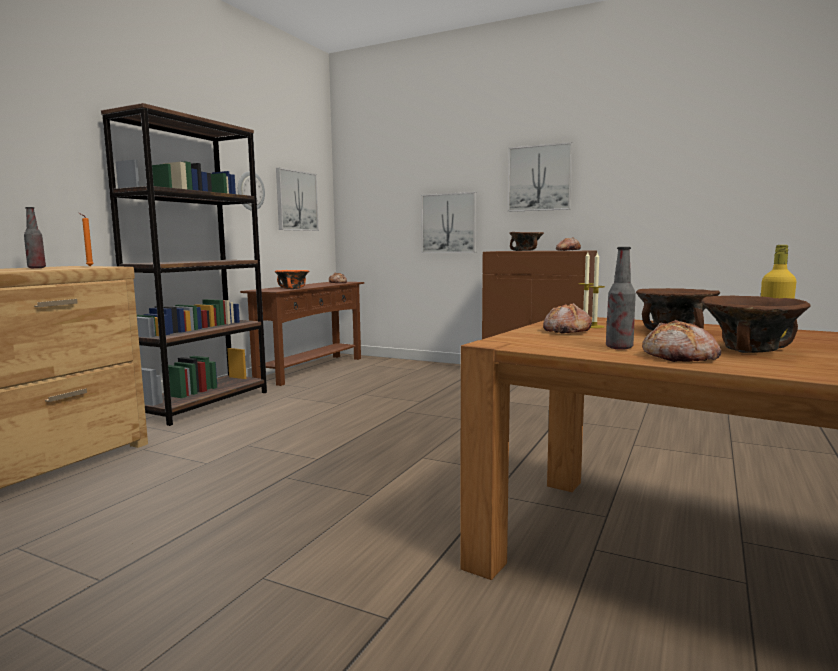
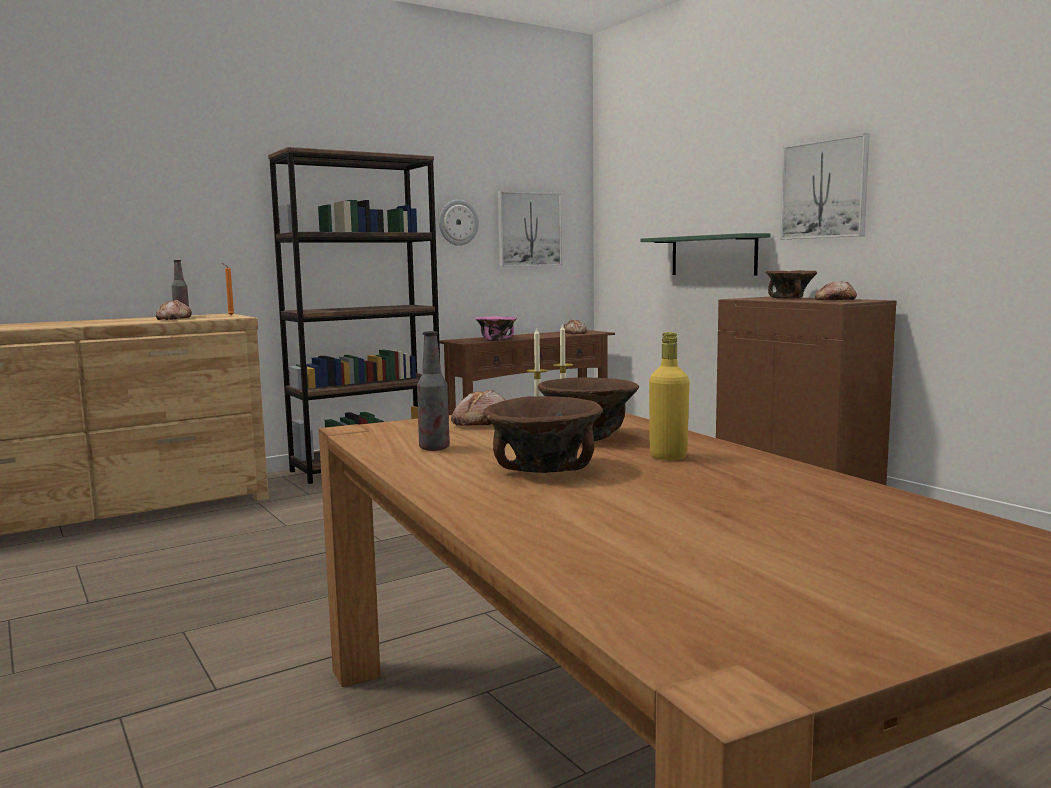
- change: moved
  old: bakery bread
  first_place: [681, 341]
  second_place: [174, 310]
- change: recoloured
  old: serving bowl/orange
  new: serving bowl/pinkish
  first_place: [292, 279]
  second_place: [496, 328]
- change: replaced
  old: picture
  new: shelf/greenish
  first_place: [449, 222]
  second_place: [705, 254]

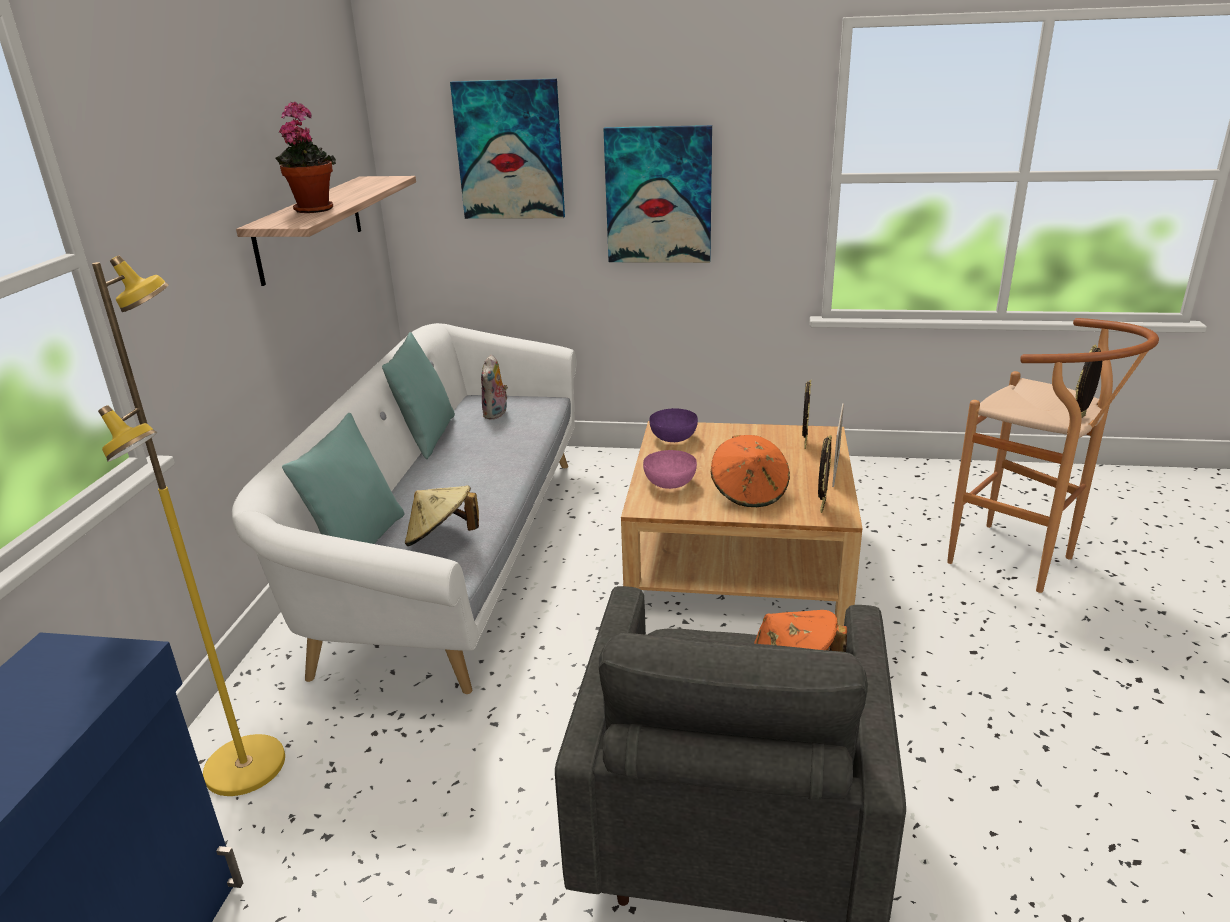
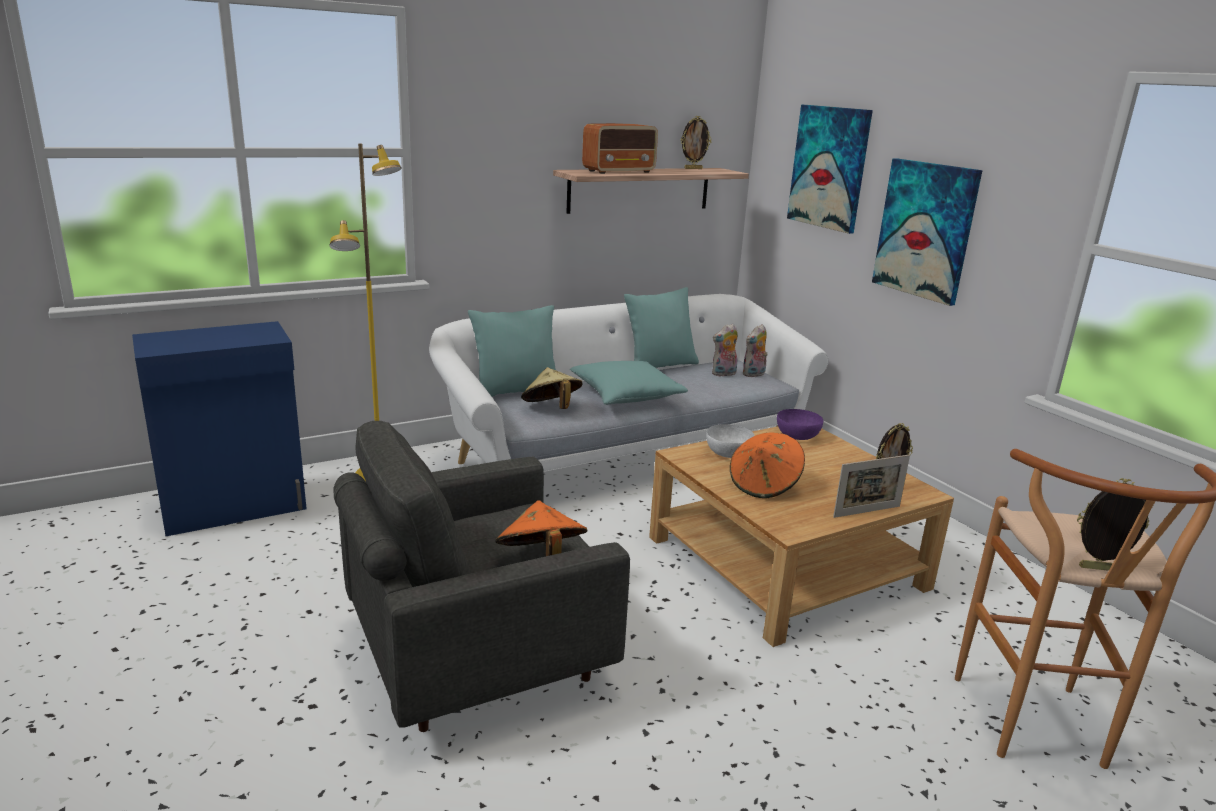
- change: added
  new: pillow/turquoise
  second_place: [629, 383]
- change: replaced
  old: houseplant
  new: radio receiver
  first_place: [305, 157]
  second_place: [620, 148]
- change: moved
  old: standing frame
  first_place: [825, 474]
  second_place: [696, 142]
- change: recoloured
  old: serving bowl/pinkish
  new: serving bowl/white-coloured
  first_place: [670, 469]
  second_place: [730, 441]
- change: added
  new: soft toy
  second_place: [755, 350]

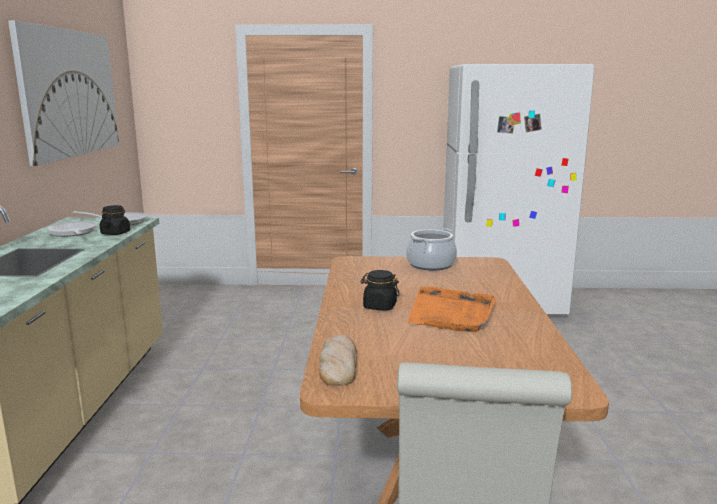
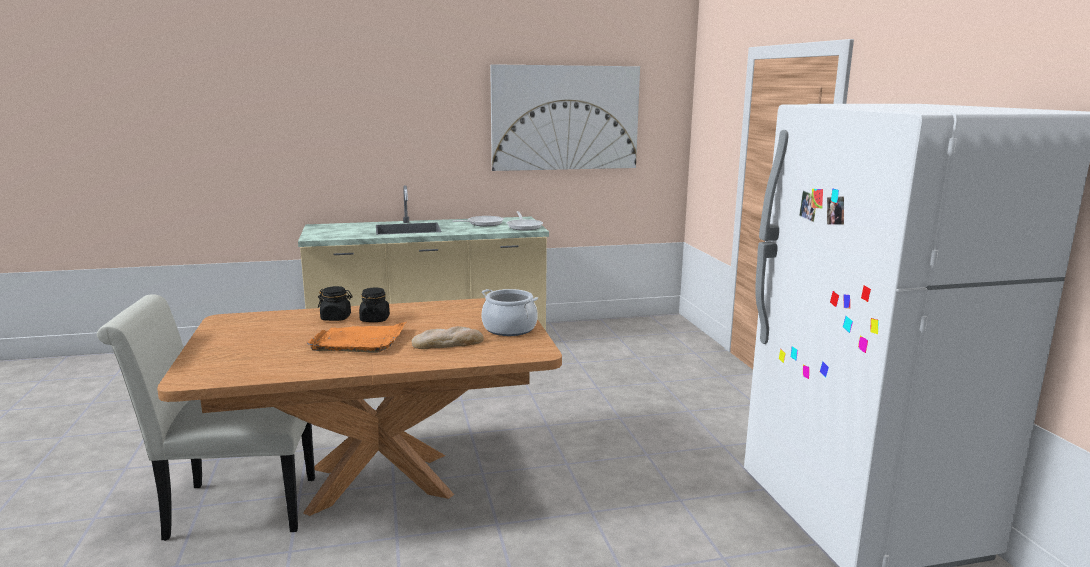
- change: moved
  old: storage jar/black
  first_place: [115, 220]
  second_place: [335, 303]
- change: moved
  old: bakery bread
  first_place: [338, 360]
  second_place: [448, 337]

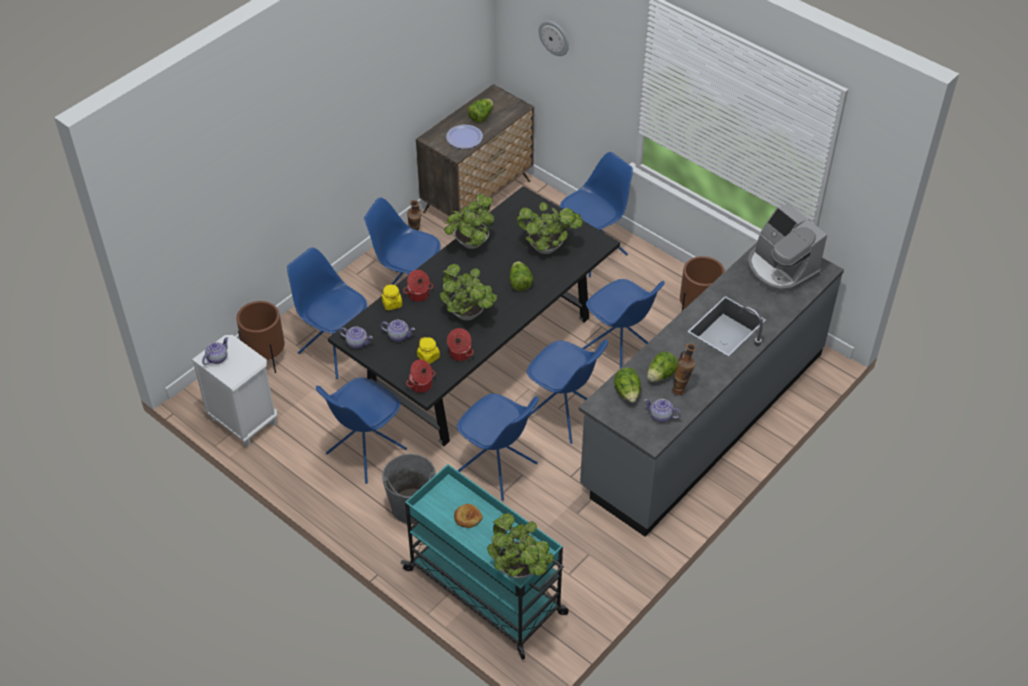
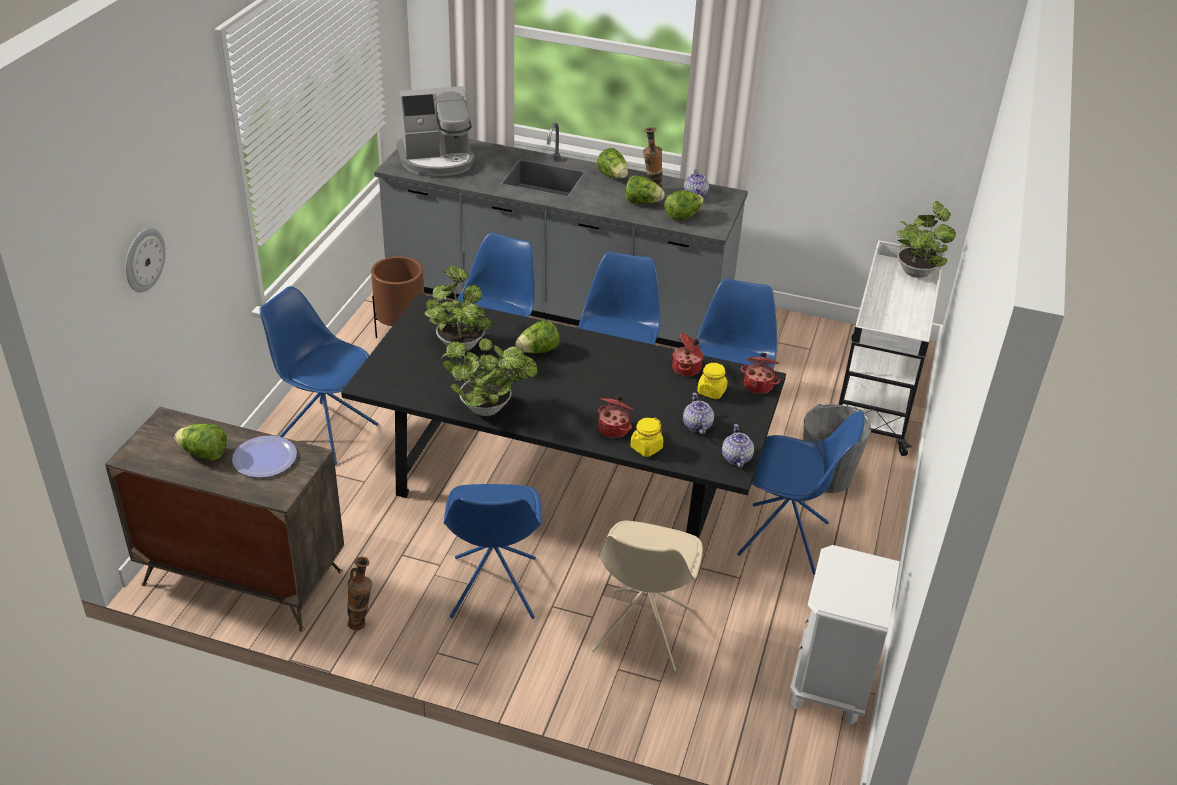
- change: turned
  old: coffee brewer
  first_place: [787, 248]
  second_place: [435, 131]
  degrees: 45
- change: recoloured
  old: upright chair/bluish
  new: upright chair/beige
  first_place: [327, 313]
  second_place: [647, 596]
- change: added
  new: lettuce head
  second_place: [612, 163]
- change: recoloured
  old: trolley/turquoise
  new: trolley/white-coloured
  first_place: [485, 562]
  second_place: [891, 348]
- change: removed
  old: tea pot
  first_place: [215, 351]
- change: removed
  old: planter/brown-coloured
  first_place: [260, 337]
- change: removed
  old: houseplant
  first_place: [468, 292]
- change: removed
  old: bakery bread
  first_place: [468, 516]

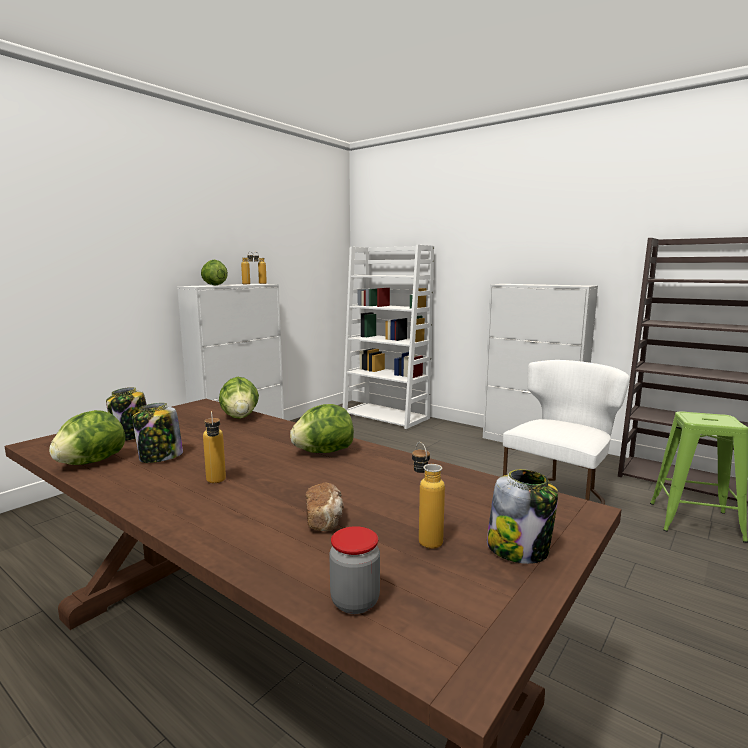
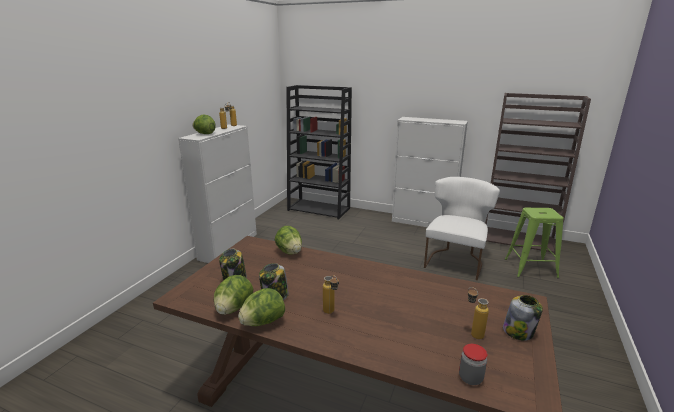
- change: moved
  old: lettuce head
  first_place: [322, 428]
  second_place: [261, 307]
- change: recoloured
  old: bookcase/white-coloured
  new: bookcase/black
  first_place: [388, 337]
  second_place: [319, 152]
- change: removed
  old: bakery bread
  first_place: [325, 507]

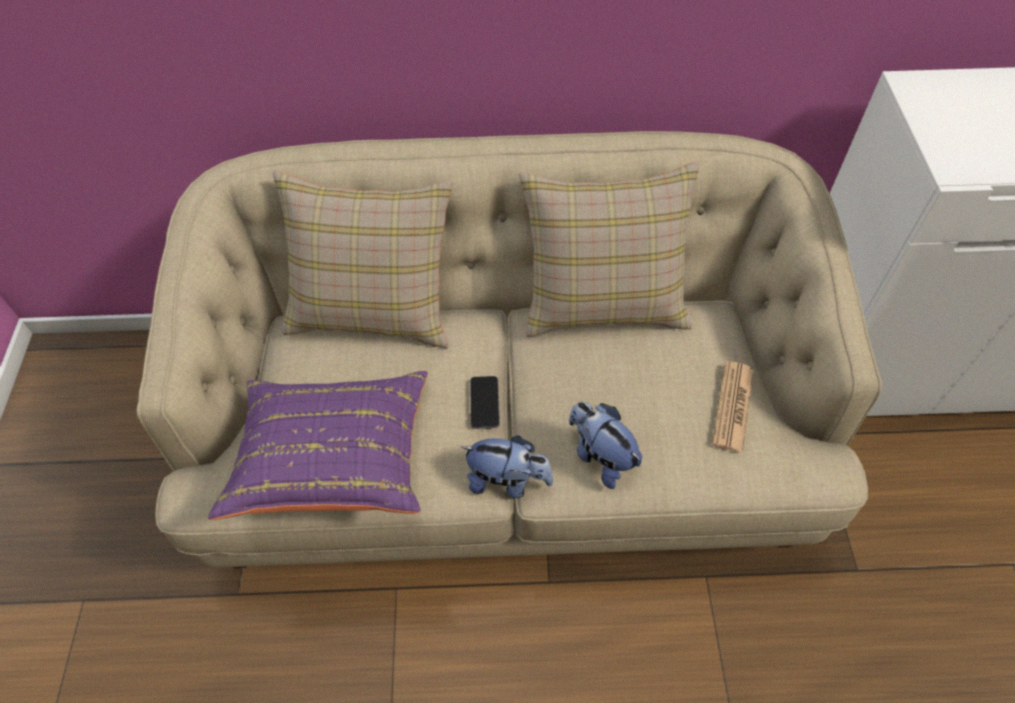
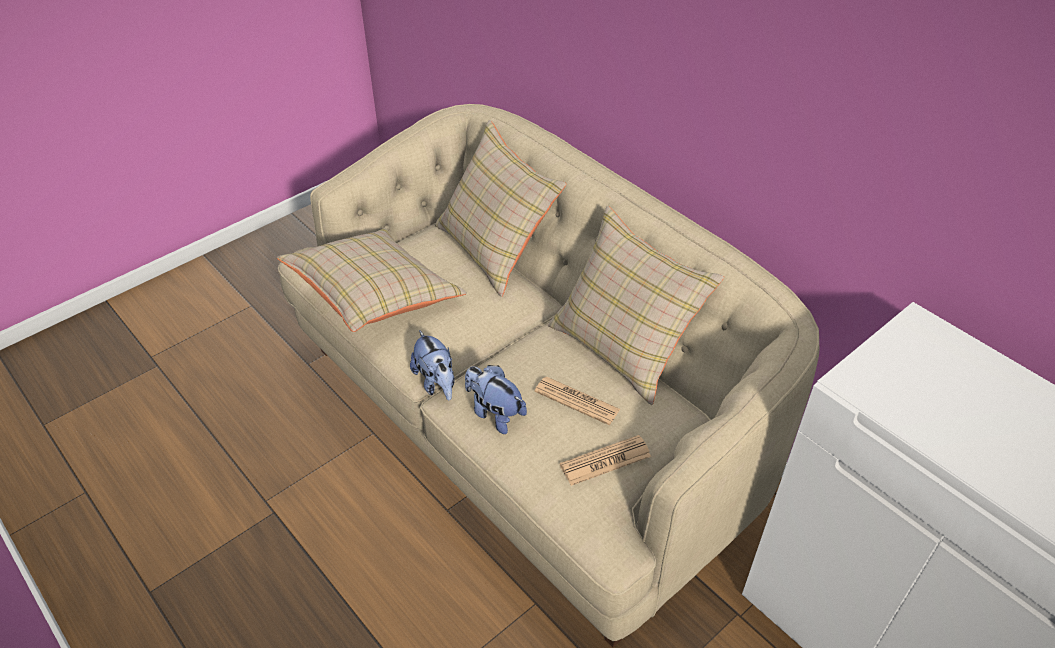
- change: recoloured
  old: pillow/purple-coloured
  new: pillow/beige
  first_place: [318, 445]
  second_place: [372, 280]
- change: turned
  old: soft toy
  first_place: [605, 445]
  second_place: [496, 399]
  degrees: -60
- change: added
  new: newspaper
  second_place: [577, 401]
- change: removed
  old: phone
  first_place: [485, 402]

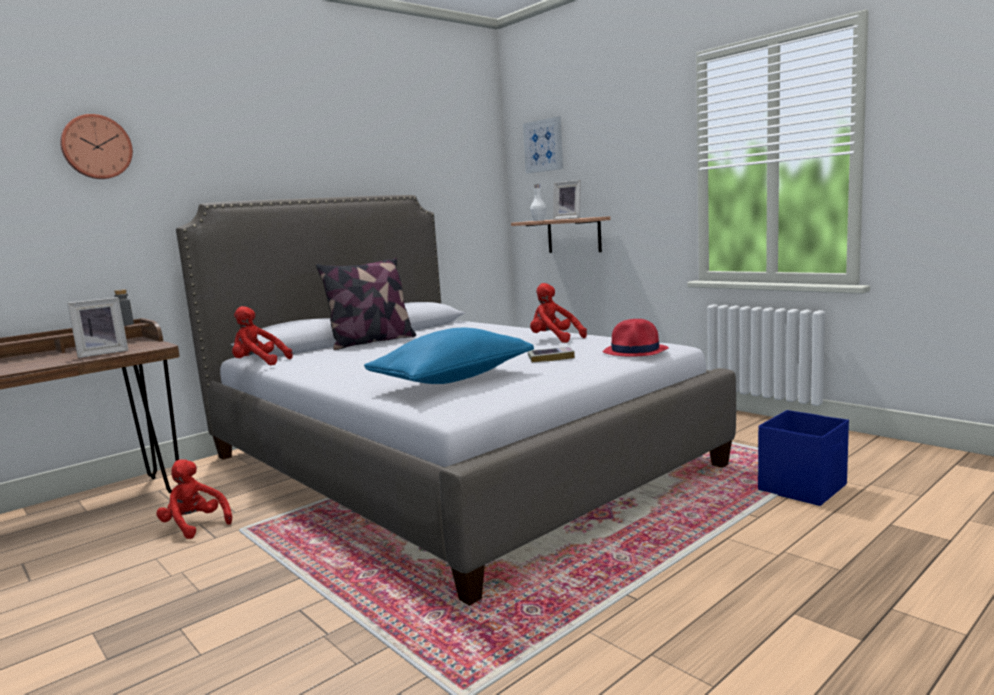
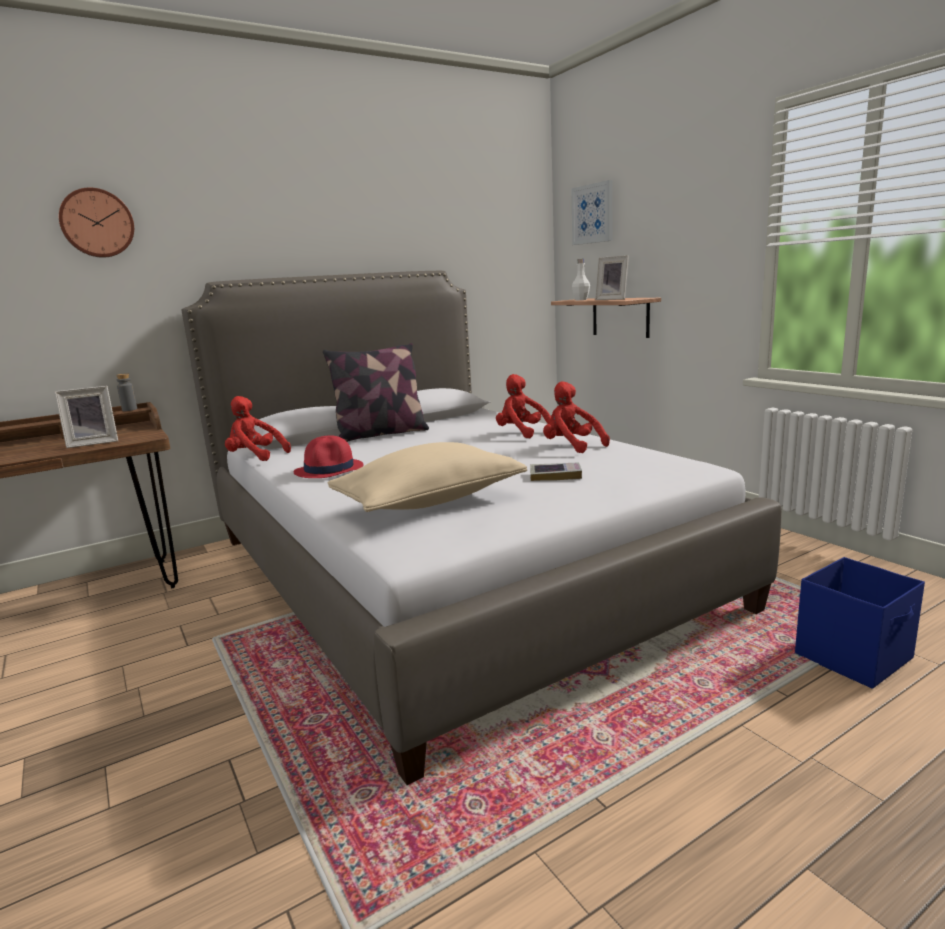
- change: moved
  old: wearable hat/red-coloured
  first_place: [635, 337]
  second_place: [329, 456]
- change: recoloured
  old: pillow/bluish
  new: pillow/beige
  first_place: [449, 356]
  second_place: [427, 477]
- change: moved
  old: soft toy/red-coloured
  first_place: [194, 499]
  second_place: [523, 406]

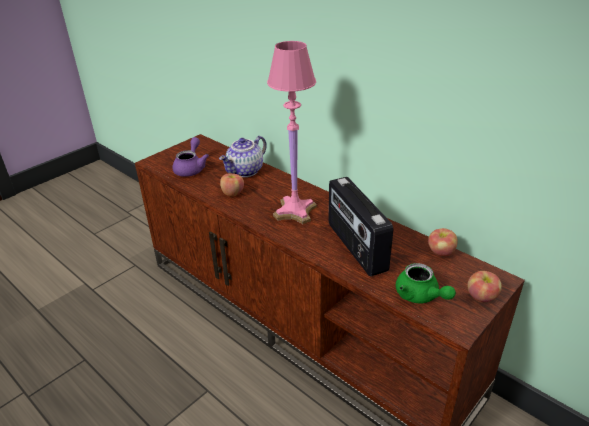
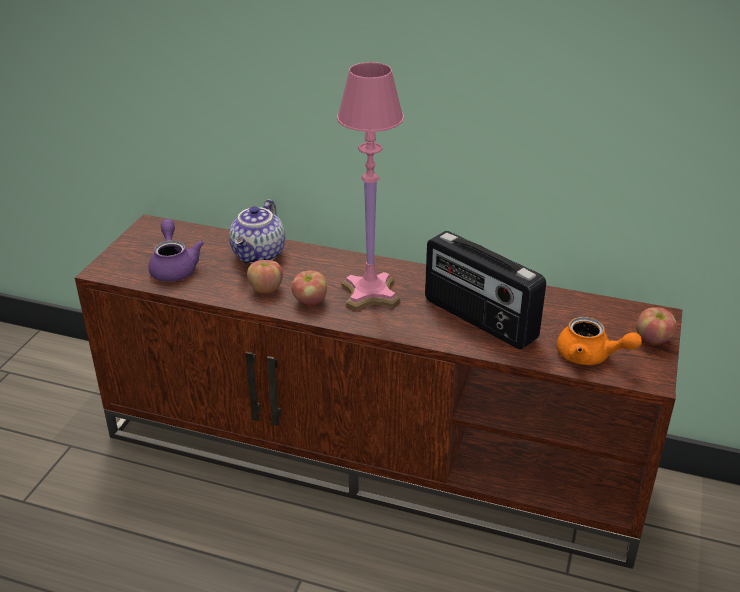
- change: moved
  old: apple fruit
  first_place: [443, 242]
  second_place: [309, 287]
- change: recoloured
  old: tea pot/greenish
  new: tea pot/orange
  first_place: [426, 283]
  second_place: [599, 341]

